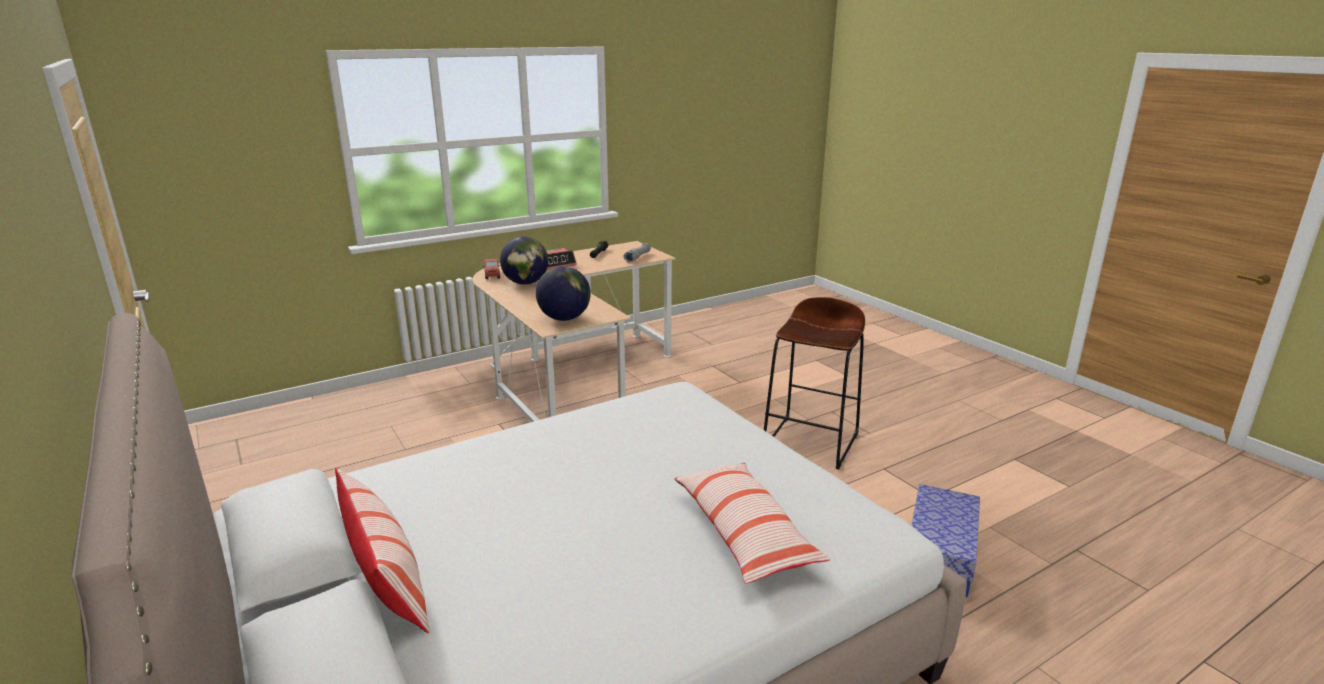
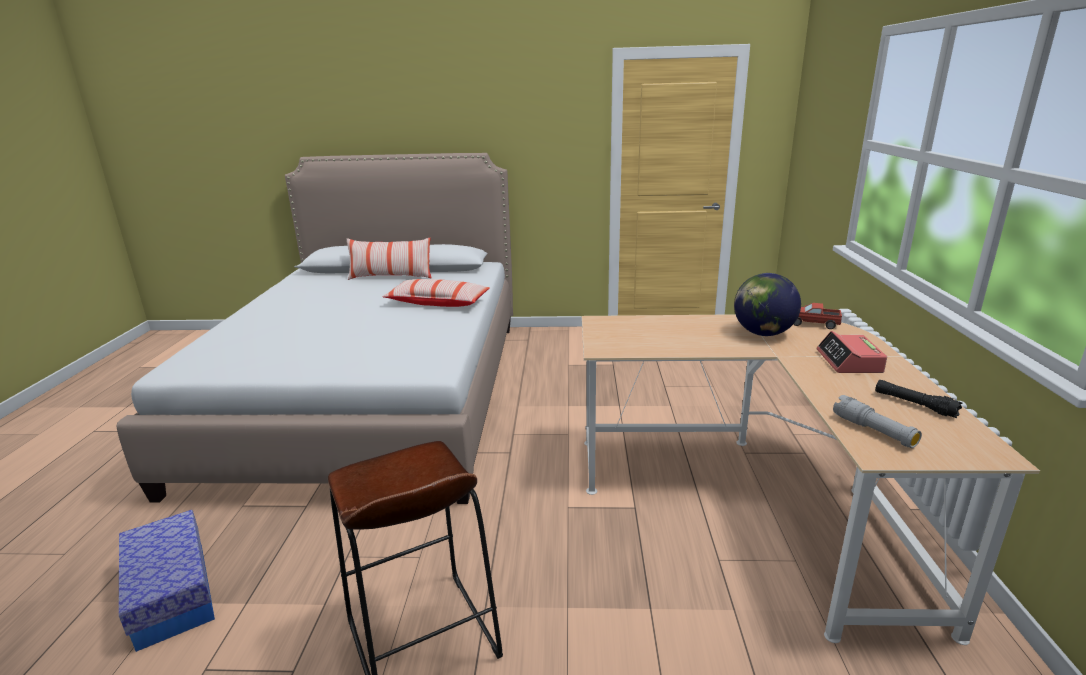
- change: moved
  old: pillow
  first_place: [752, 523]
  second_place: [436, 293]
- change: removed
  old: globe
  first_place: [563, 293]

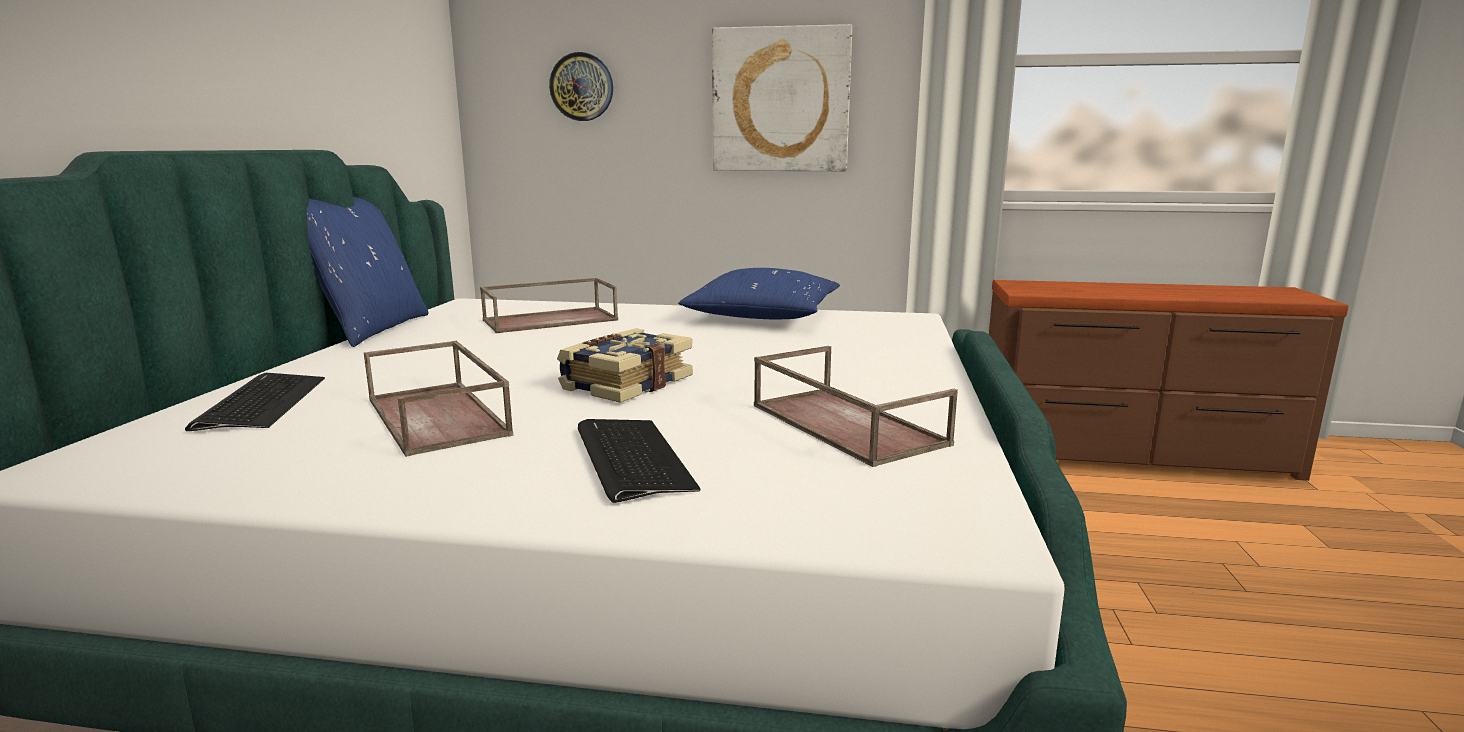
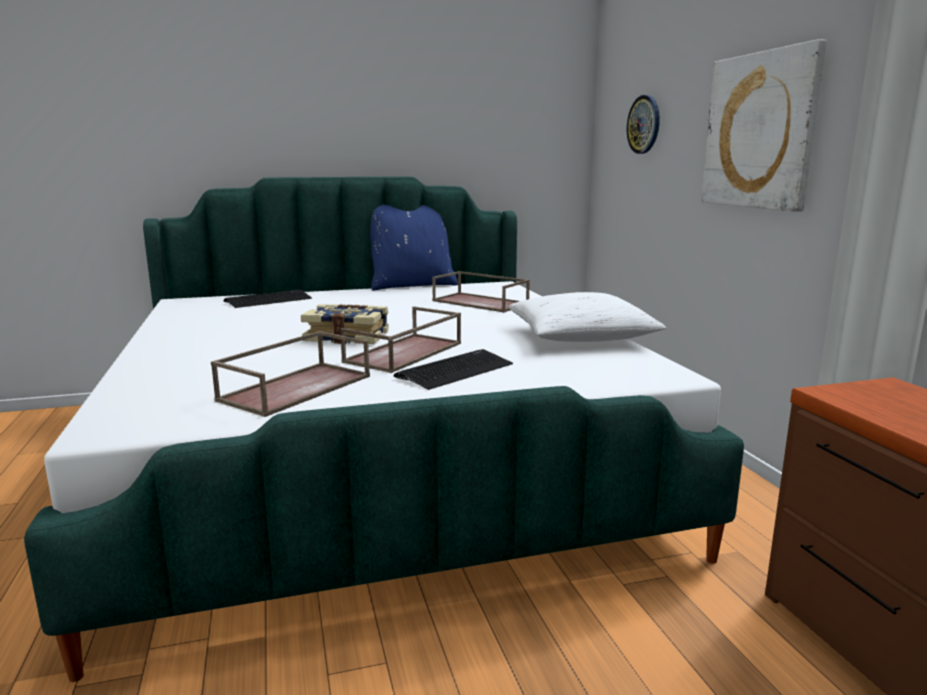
- change: moved
  old: carrying tray/brown-coloured
  first_place: [438, 399]
  second_place: [400, 340]
- change: moved
  old: keyboard
  first_place: [639, 461]
  second_place: [453, 369]
- change: recoloured
  old: pillow/bluish
  new: pillow/white-coloured
  first_place: [759, 294]
  second_place: [587, 317]

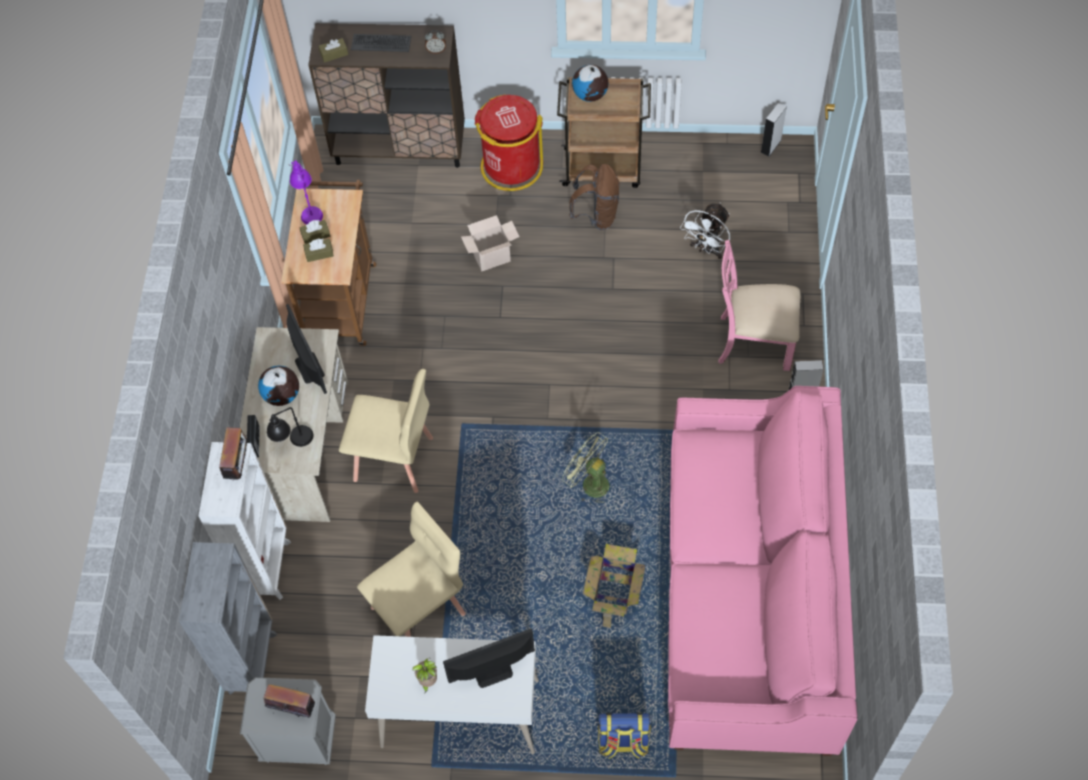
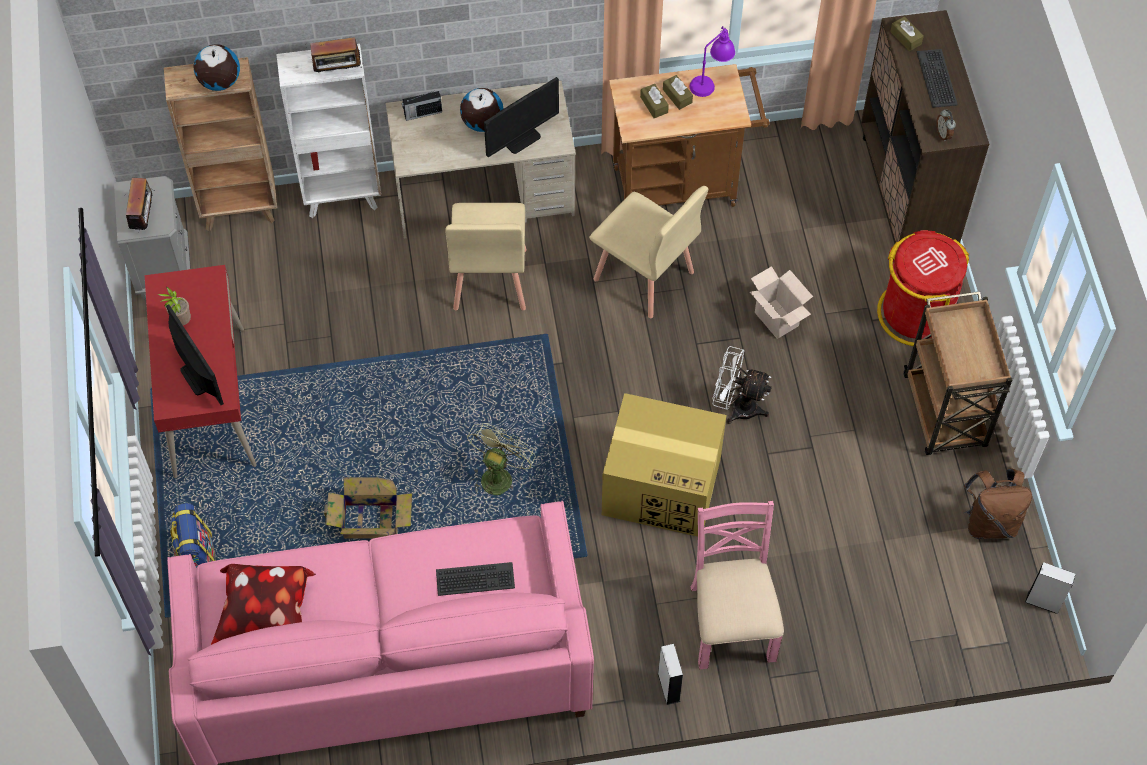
- change: recoloured
  old: desk unit/white-coloured
  new: desk unit/red-coloured
  first_place: [452, 694]
  second_place: [201, 371]
- change: recoloured
  old: bookcase/grey
  new: bookcase/brown-coloured
  first_place: [228, 618]
  second_place: [220, 144]
- change: moved
  old: globe
  first_place: [590, 83]
  second_place: [217, 67]
- change: added
  new: pillow
  second_place: [263, 604]
- change: added
  new: keyboard
  second_place: [475, 579]
- change: moved
  old: upright chair/beige
  first_place: [411, 569]
  second_place: [649, 252]
- change: added
  new: carton
  second_place: [664, 465]
- change: moved
  old: cooling fan/white-coloured
  first_place: [705, 230]
  second_place: [742, 385]
- change: moved
  old: knapsack/brown-coloured
  first_place: [594, 197]
  second_place: [998, 503]
- change: removed
  old: lamp for a table/black
  first_place: [290, 427]

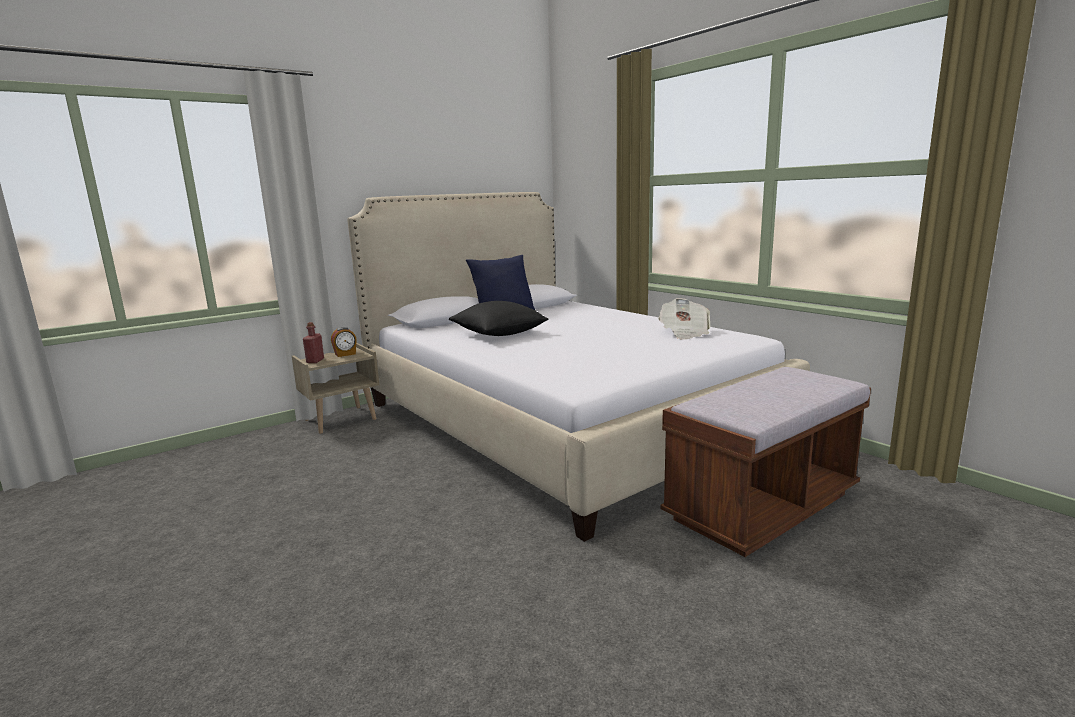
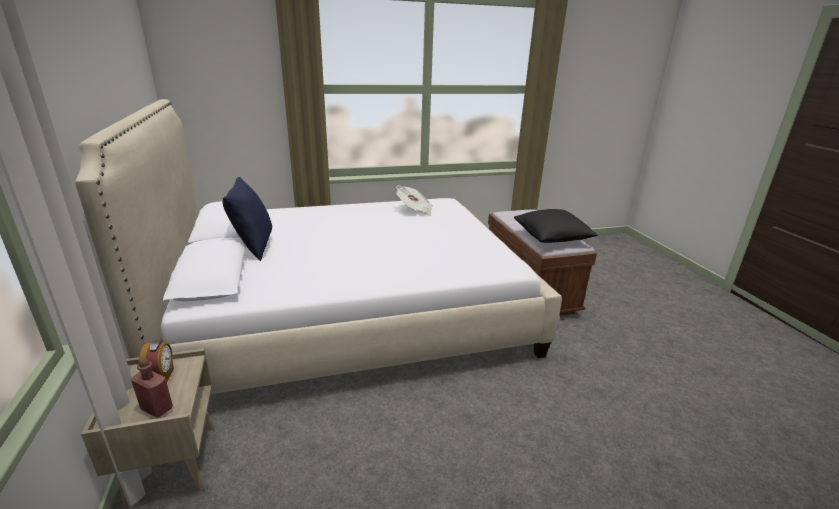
- change: moved
  old: pillow/black
  first_place: [499, 318]
  second_place: [556, 226]

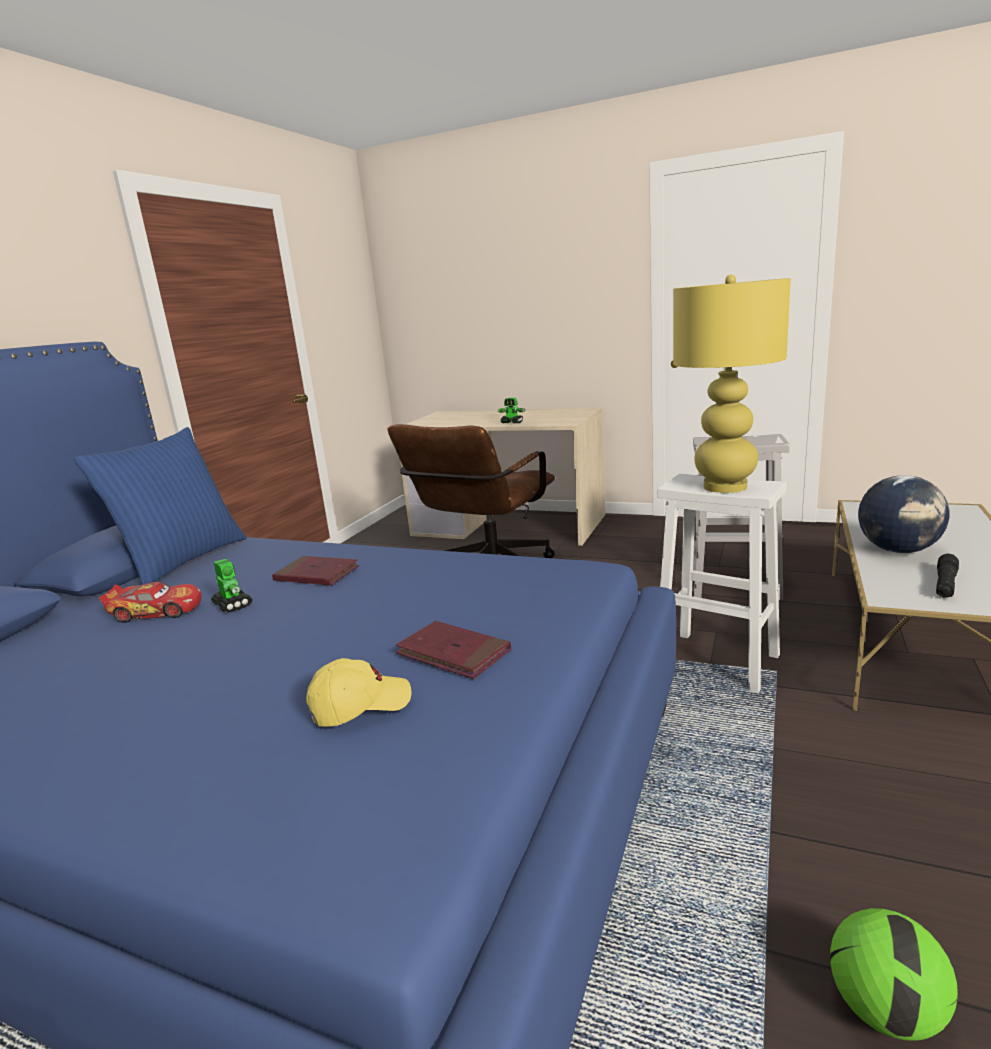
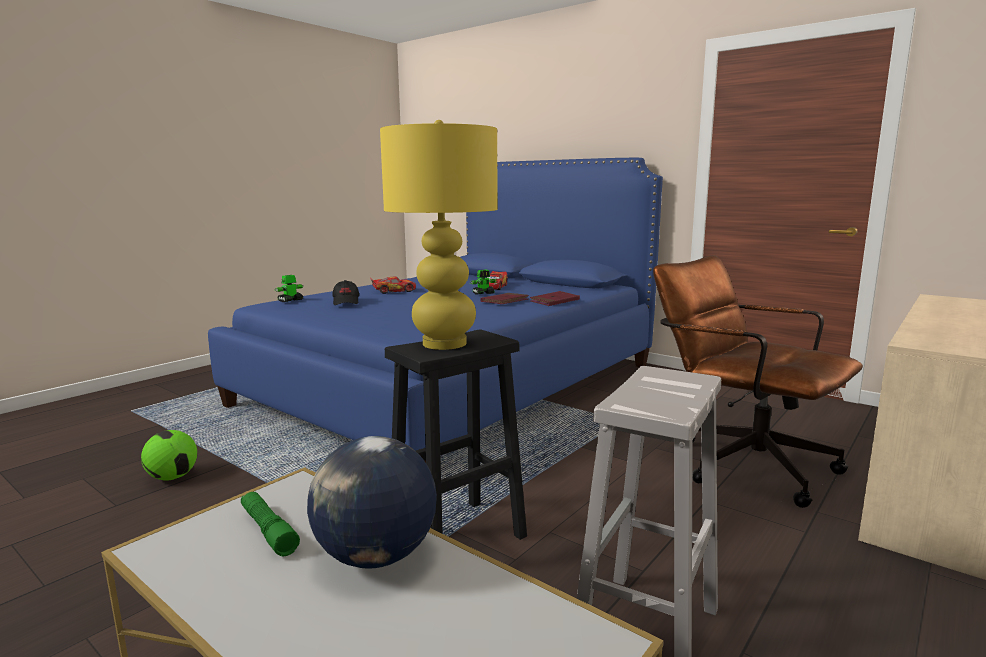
- change: recoloured
  old: flashlight/black
  new: flashlight/greenish
  first_place: [947, 576]
  second_place: [270, 524]
- change: moved
  old: model robot
  first_place: [512, 410]
  second_place: [289, 288]
- change: recoloured
  old: baseball cap/yellow
  new: baseball cap/black
  first_place: [359, 692]
  second_place: [345, 292]
- change: added
  new: model car
  second_place: [393, 285]
- change: recoloured
  old: stool/white-coloured
  new: stool/black
  first_place: [722, 584]
  second_place: [456, 435]
- change: moved
  old: volume/red-coloured
  first_place: [453, 650]
  second_place: [555, 298]
- change: removed
  old: pillow/bluish
  first_place: [160, 506]

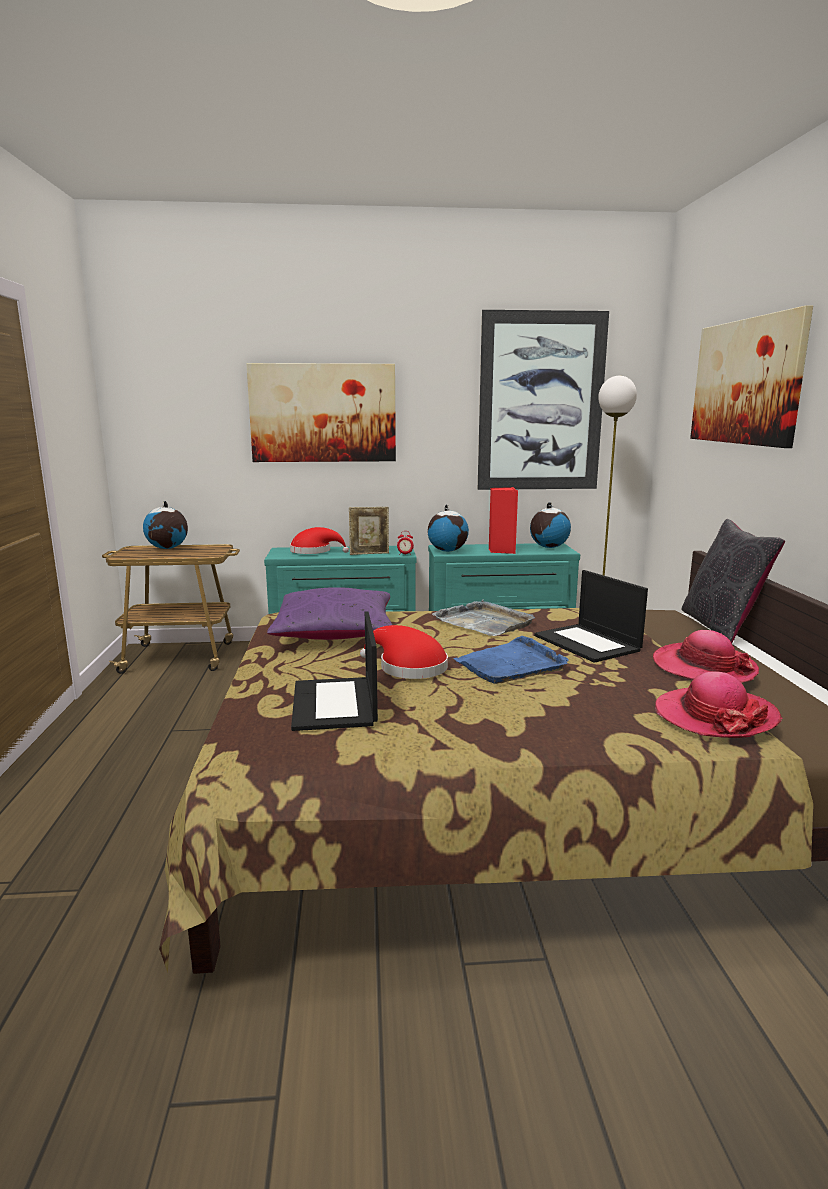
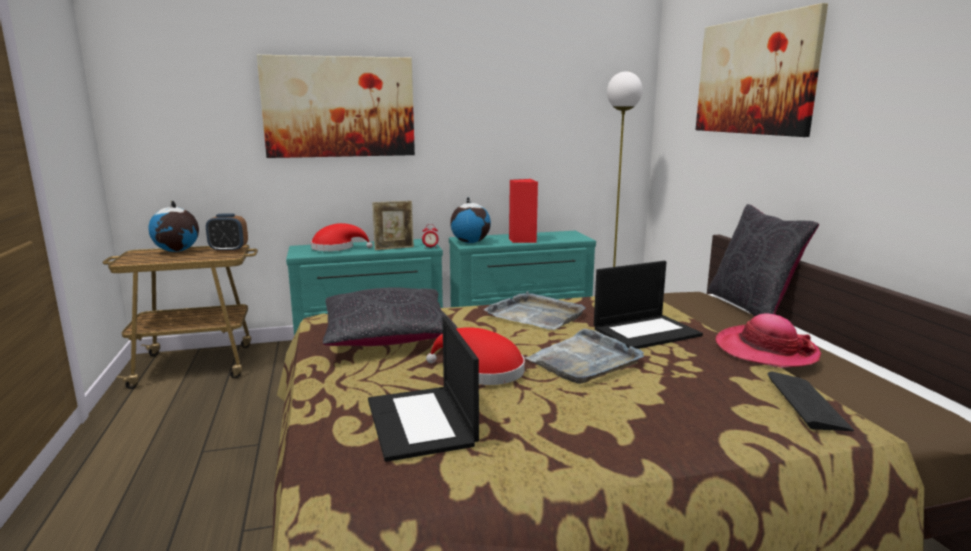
- change: added
  new: alarm clock
  second_place: [227, 232]
- change: recoloured
  old: pillow/purple-coloured
  new: pillow/black
  first_place: [329, 613]
  second_place: [390, 316]
- change: recoloured
  old: carrying tray/bluish
  new: carrying tray/grey
  first_place: [510, 660]
  second_place: [584, 356]
- change: turned
  old: notebook computer
  first_place: [591, 616]
  second_place: [648, 305]
  degrees: -75
- change: replaced
  old: wearable hat
  new: keyboard
  first_place: [719, 704]
  second_place: [810, 401]
- change: removed
  old: picture
  first_place: [543, 400]
- change: removed
  old: globe
  first_place: [550, 525]

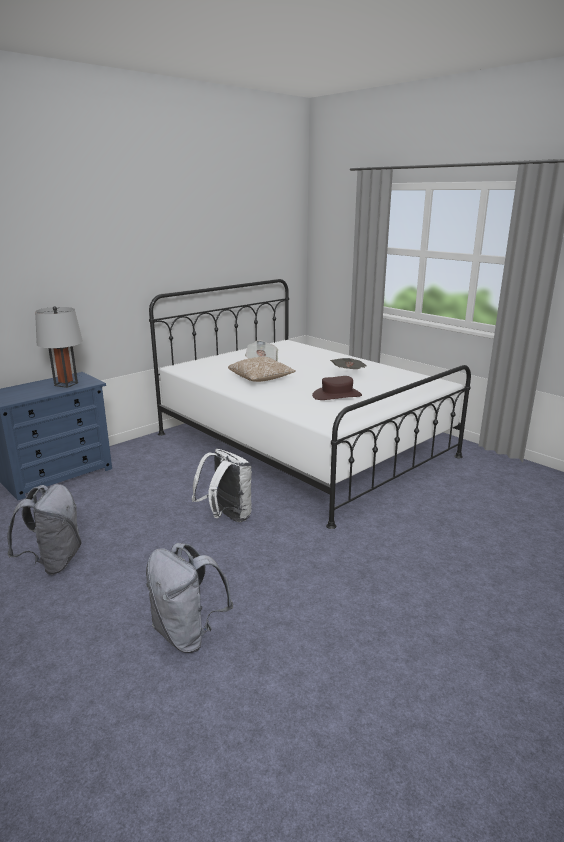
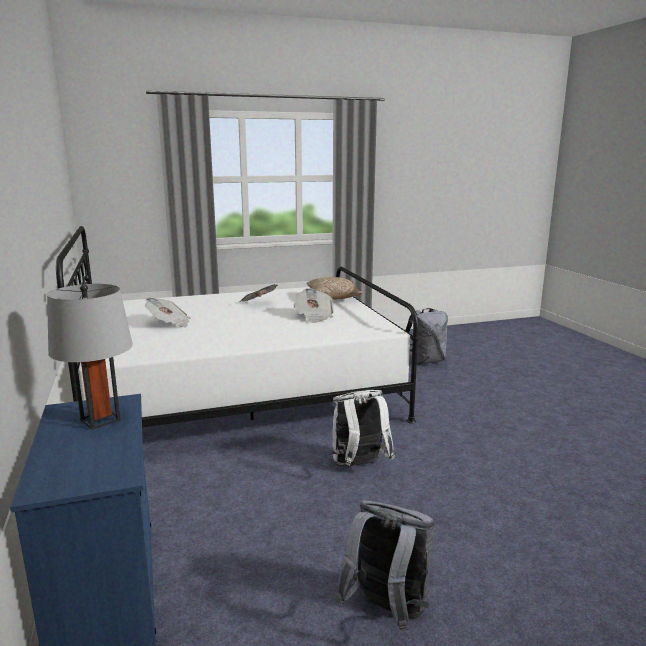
- change: replaced
  old: wearable hat/brown-coloured
  new: newspaper
  first_place: [337, 388]
  second_place: [313, 305]
- change: moved
  old: pillow
  first_place: [262, 369]
  second_place: [335, 288]
- change: moved
  old: knapsack/grey
  first_place: [189, 598]
  second_place: [426, 336]

